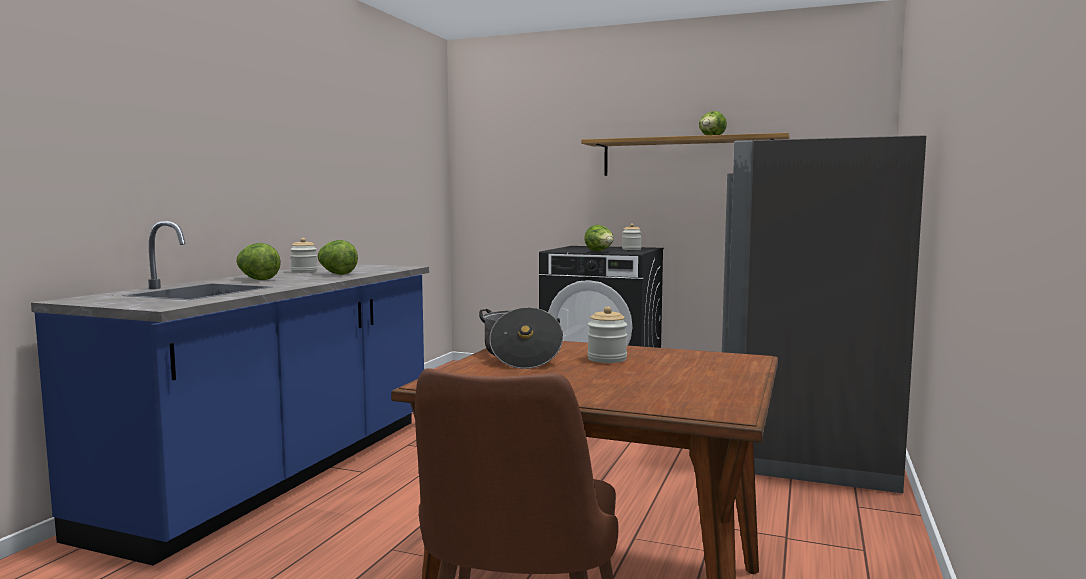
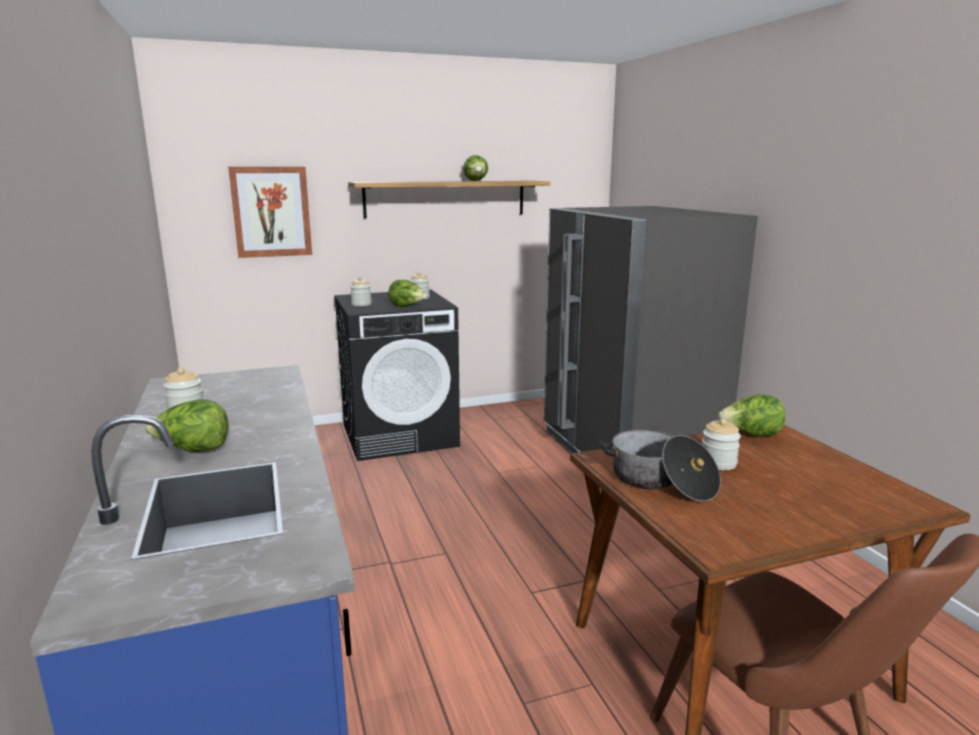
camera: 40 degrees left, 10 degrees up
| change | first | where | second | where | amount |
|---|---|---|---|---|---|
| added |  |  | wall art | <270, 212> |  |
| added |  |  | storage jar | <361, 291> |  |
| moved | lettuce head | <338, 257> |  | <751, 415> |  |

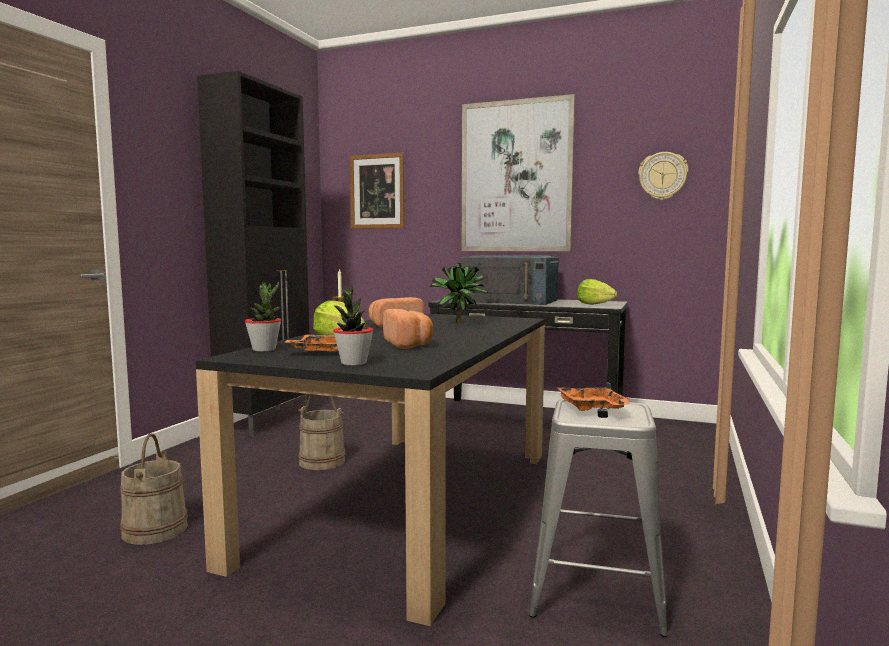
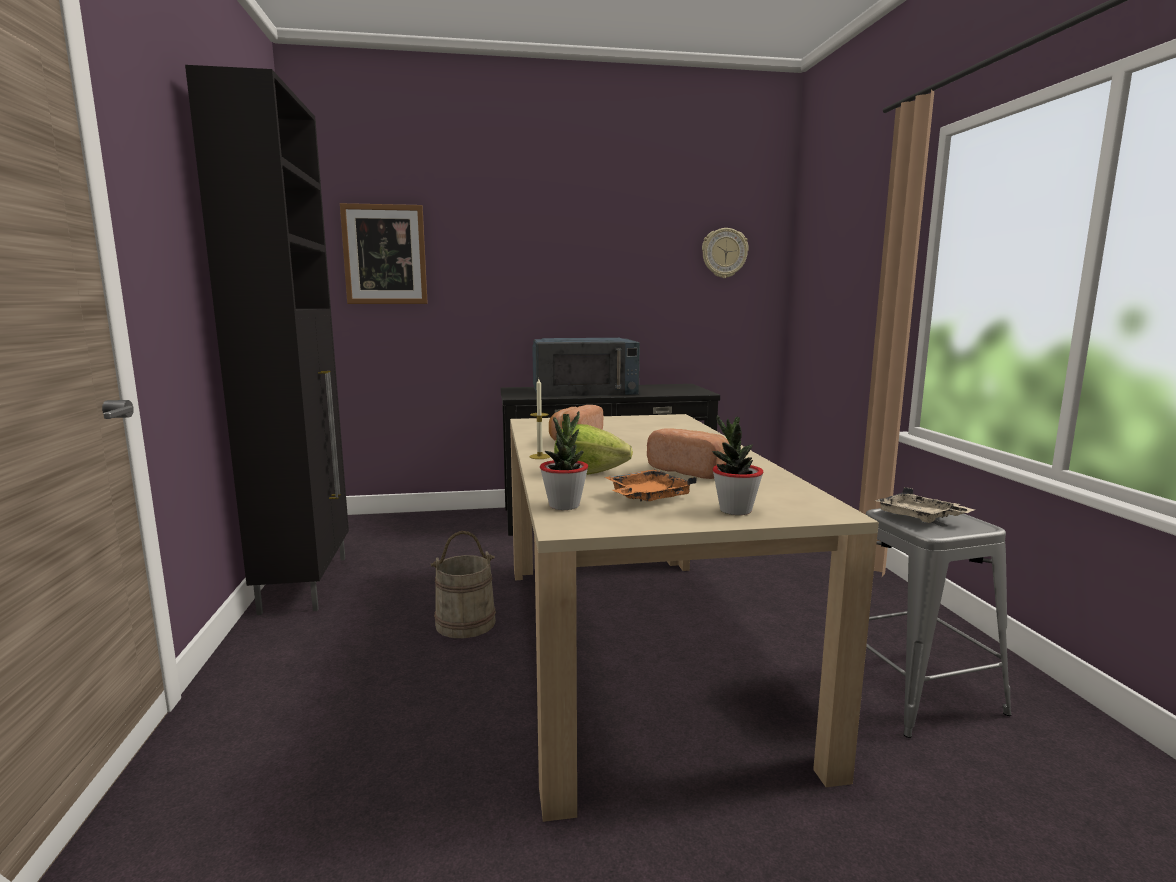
camera: 30 degrees left, 5 degrees up
| change | first | where | second | where | amount |
|---|---|---|---|---|---|
| recoloured | kitchen table in black | <370, 470> | kitchen table in beige | <694, 618> |  |
| recoloured | tray in orangey | <593, 396> | tray in beige | <925, 505> |  |
| removed | pail in beige | <154, 489> |  |  |  |
| removed | houseplant | <458, 293> |  |  |  |
| removed | wall art | <518, 172> |  |  |  |
| removed | lettuce head | <597, 292> |  |  |  |

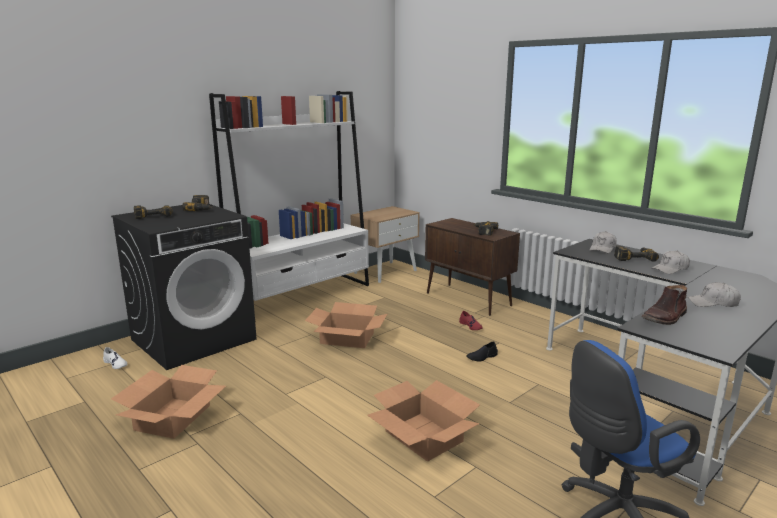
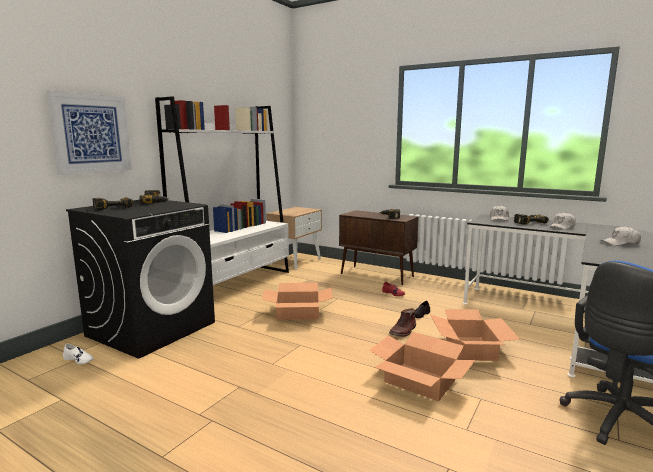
camera: 15 degrees left, 5 degrees down
| change | first | where | second | where | amount |
|---|---|---|---|---|---|
| added |  |  | wall art | <89, 132> |  |
| moved | tall boot in brown-coloured | <664, 305> |  | <402, 322> |  |
| moved | carton | <168, 402> |  | <475, 335> |  |

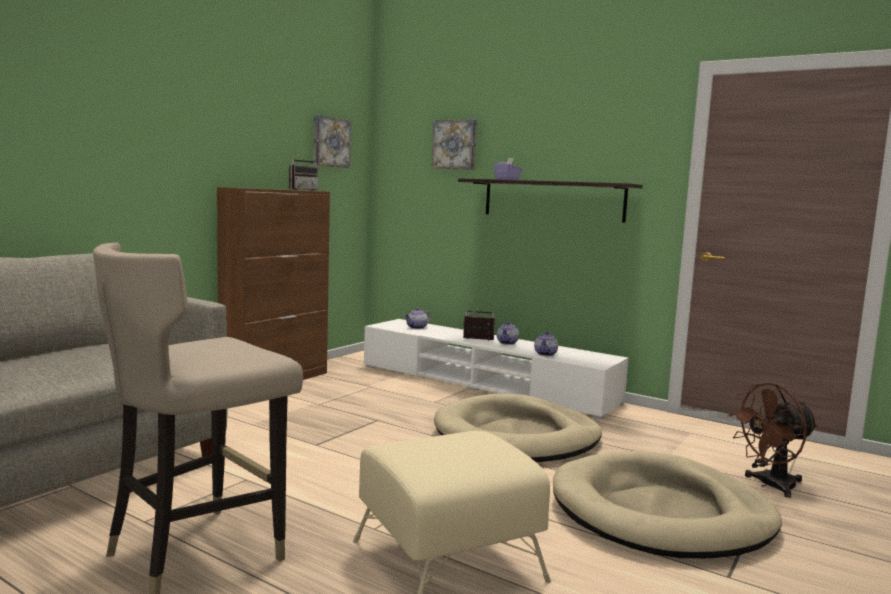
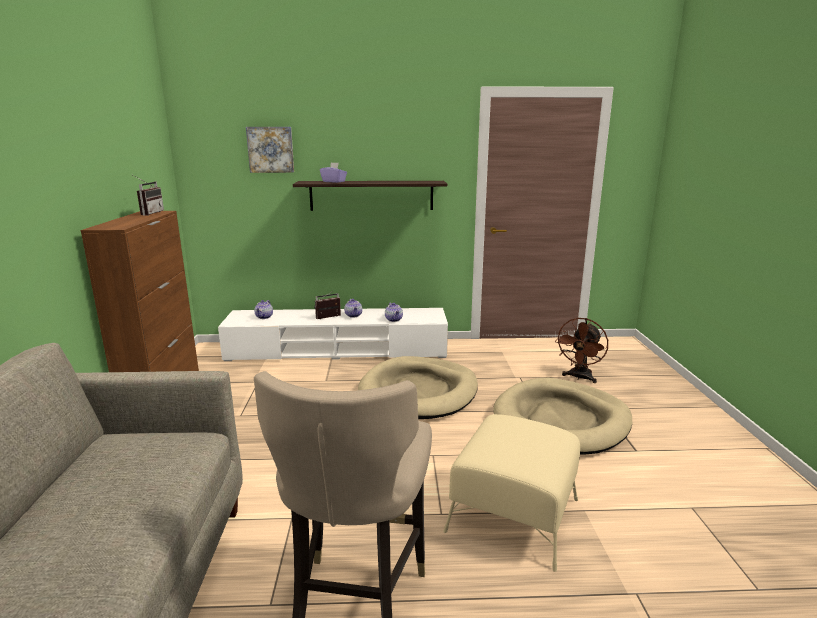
camera: 35 degrees left, 10 degrees up
| change | first | where | second | where | amount |
|---|---|---|---|---|---|
| removed | wall art | <332, 141> |  |  |  |

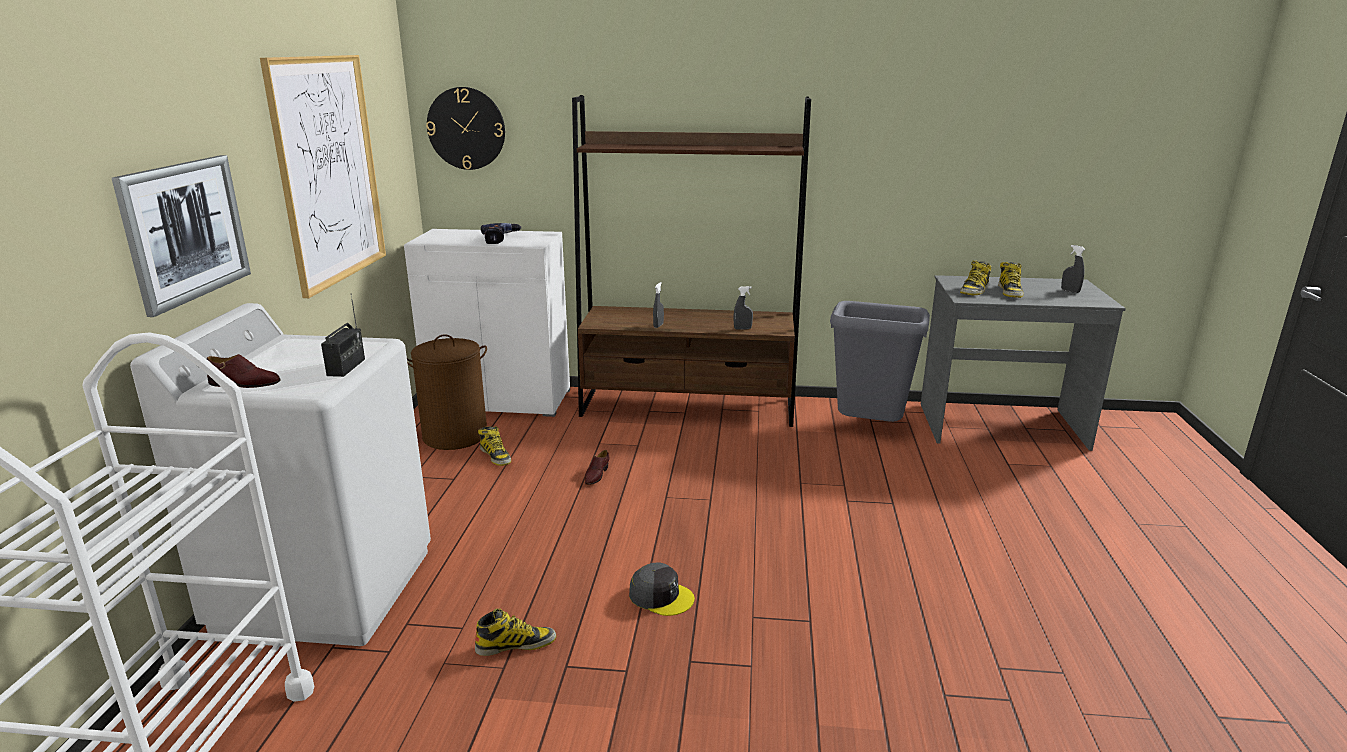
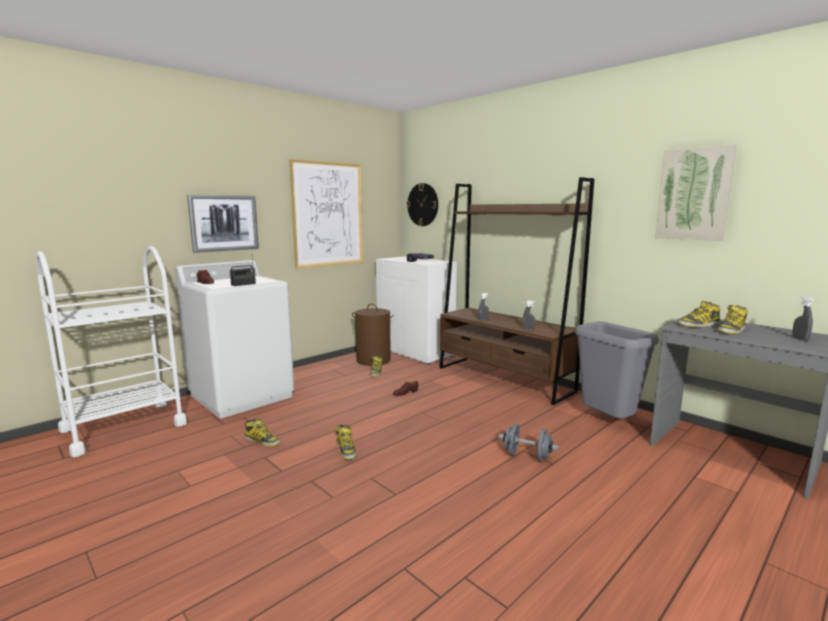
camera: 40 degrees right, 10 degrees down
| change | first | where | second | where | amount |
|---|---|---|---|---|---|
| replaced | cap in greyish | <662, 589> | tall boot | <346, 442> |  |
| added |  |  | free weight in greyish | <529, 442> |  |
| added |  |  | wall art | <696, 192> |  |

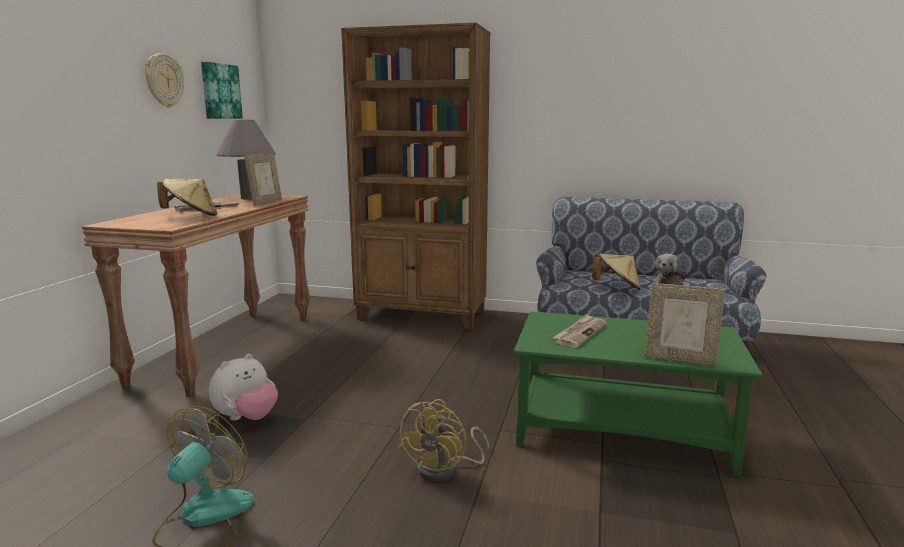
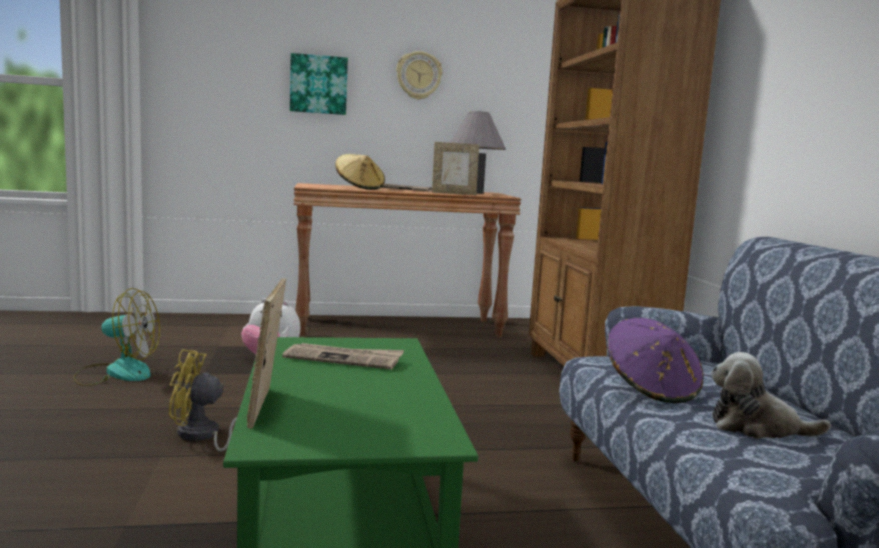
camera: 65 degrees right, 5 degrees down
| change | first | where | second | where | amount |
|---|---|---|---|---|---|
| moved | wall art | <222, 90> |  | <319, 84> |  |
| recoloured | wearable hat in beige | <616, 271> | wearable hat in purple | <656, 360> |  |

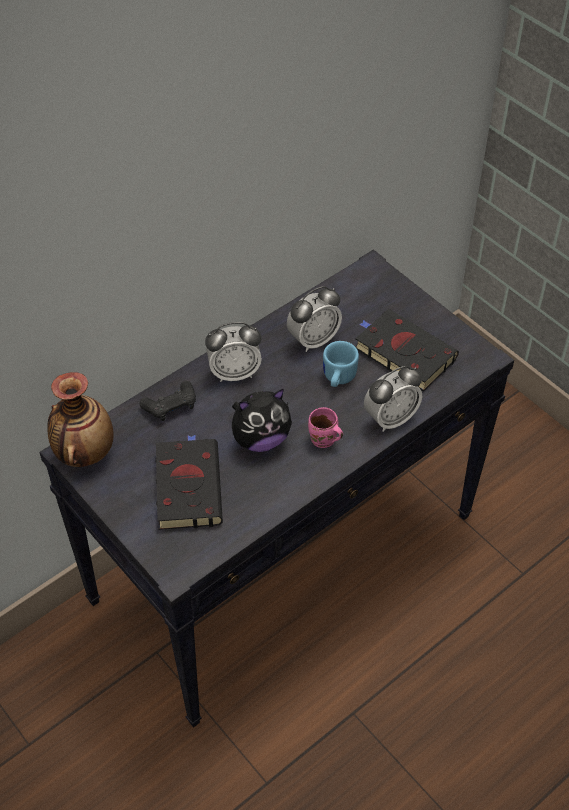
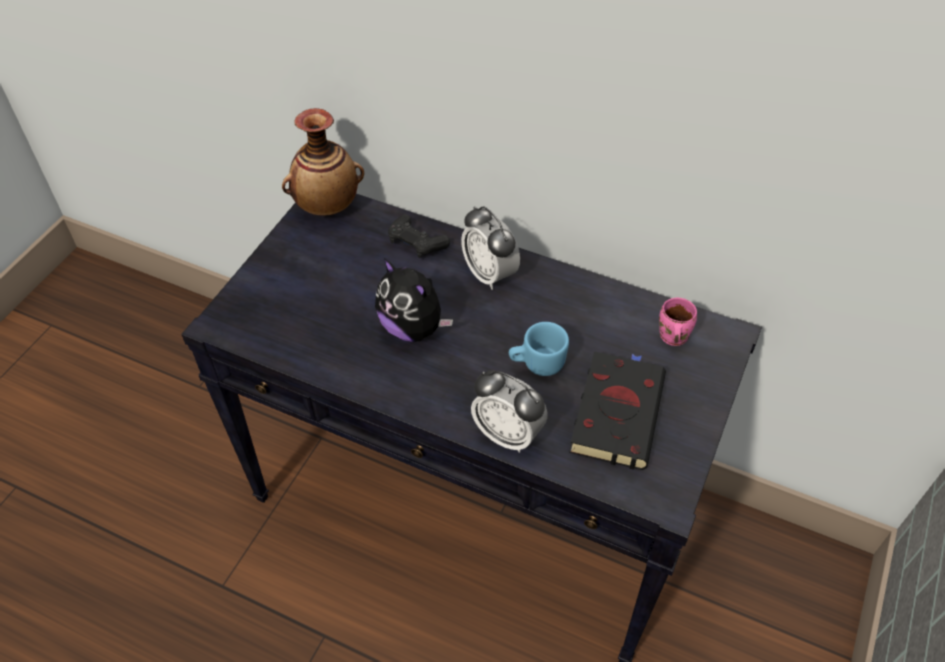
camera: 65 degrees right, 0 degrees up
| change | first | where | second | where | amount |
|---|---|---|---|---|---|
| moved | tea mug in pink-coloured | <325, 427> |  | <678, 322> |  |
| removed | volume in black | <189, 482> |  |  |  |
| removed | alarm clock | <314, 319> |  |  |  |

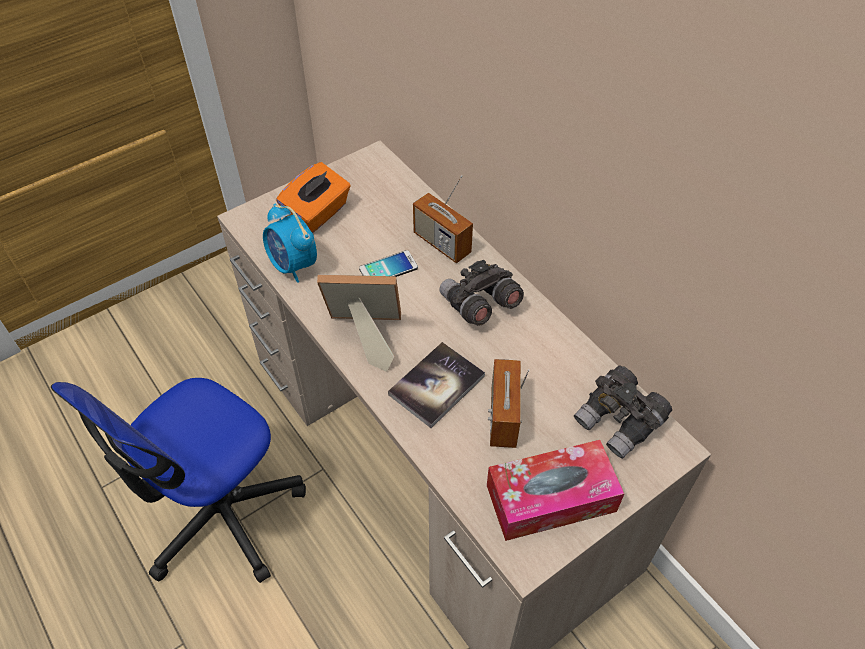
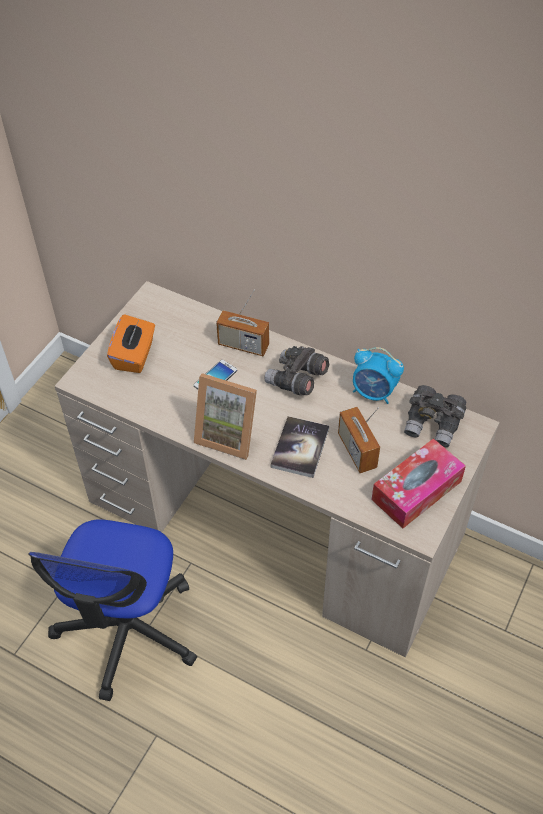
camera: 25 degrees left, 0 degrees up
| change | first | where | second | where | amount |
|---|---|---|---|---|---|
| turned | standing frame | <359, 323> |  | <225, 416> | 135 degrees counterclockwise |
| moved | alarm clock | <290, 243> |  | <378, 375> |  |

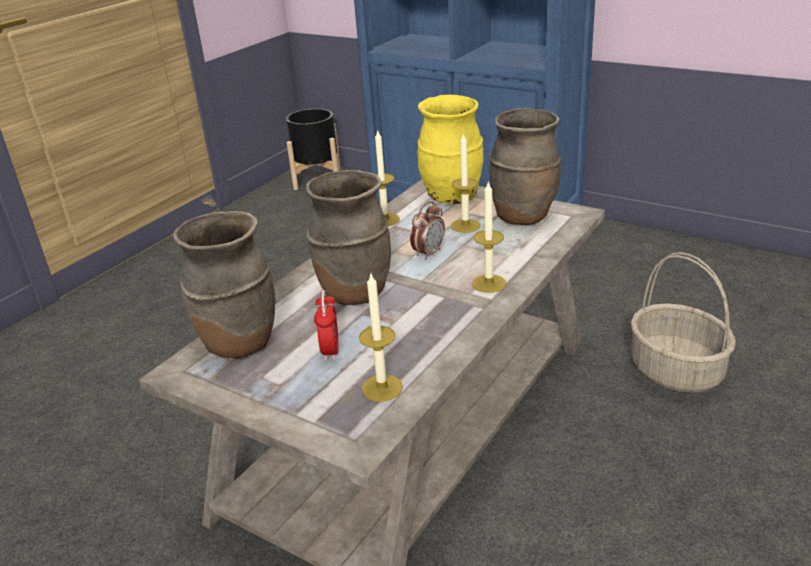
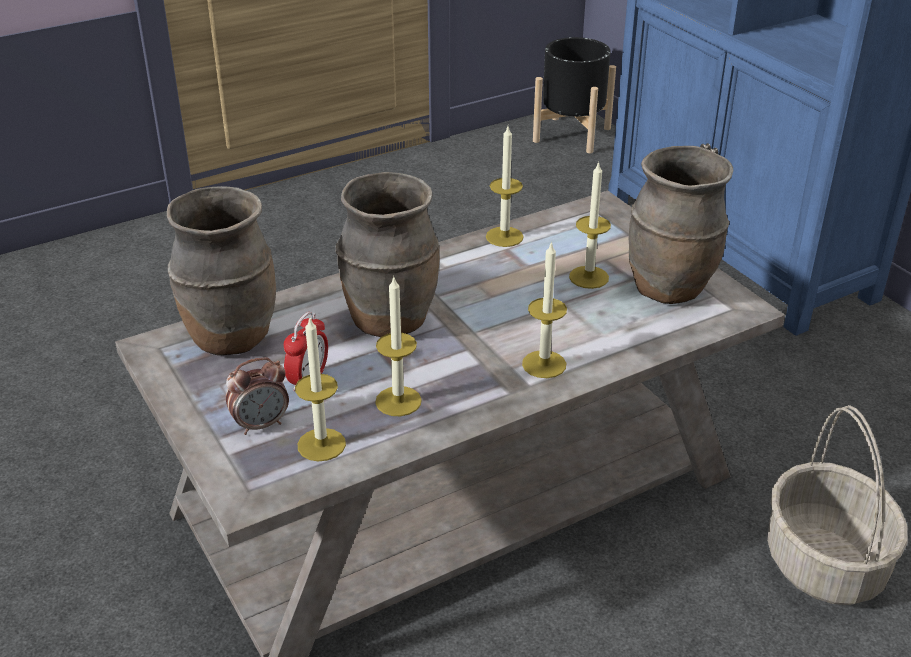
camera: 25 degrees right, 5 degrees up
| change | first | where | second | where | amount |
|---|---|---|---|---|---|
| moved | alarm clock | <427, 230> |  | <257, 396> |  |
| added |  |  | wax candle | <398, 346> |  |
| removed | flower vase in yellowish | <450, 149> |  |  |  |

